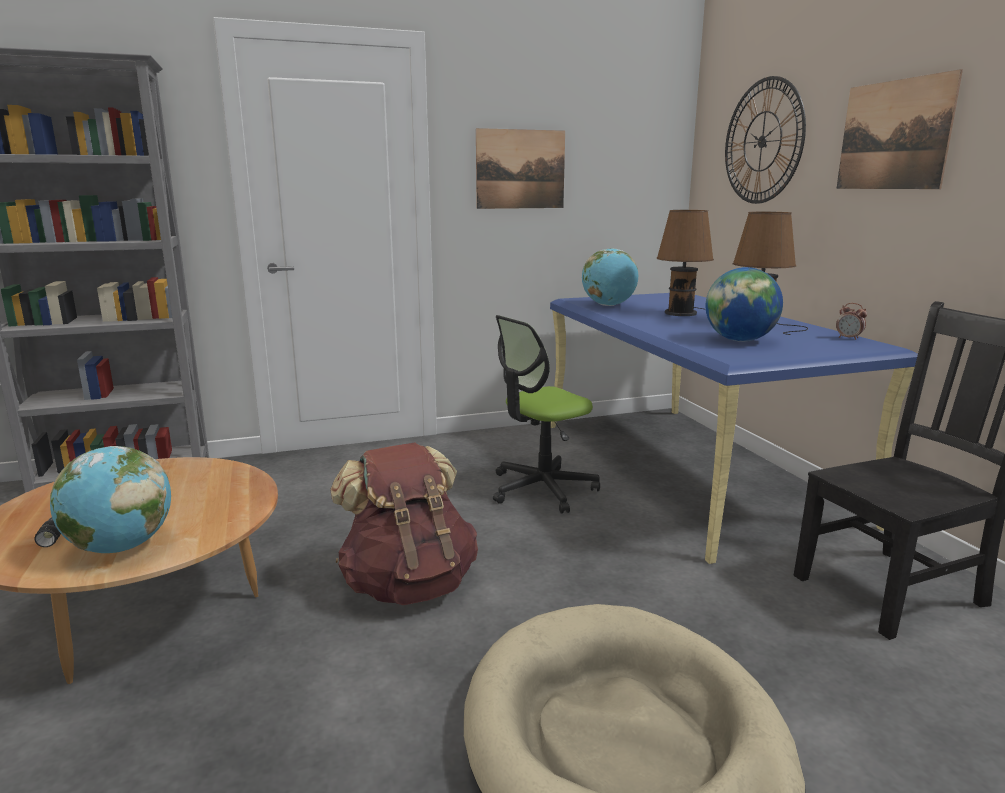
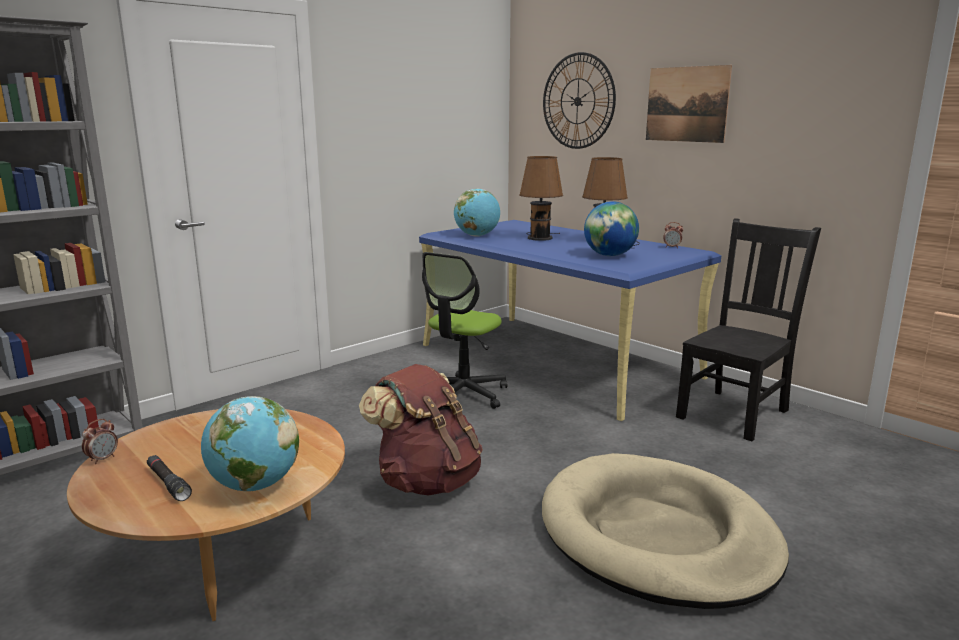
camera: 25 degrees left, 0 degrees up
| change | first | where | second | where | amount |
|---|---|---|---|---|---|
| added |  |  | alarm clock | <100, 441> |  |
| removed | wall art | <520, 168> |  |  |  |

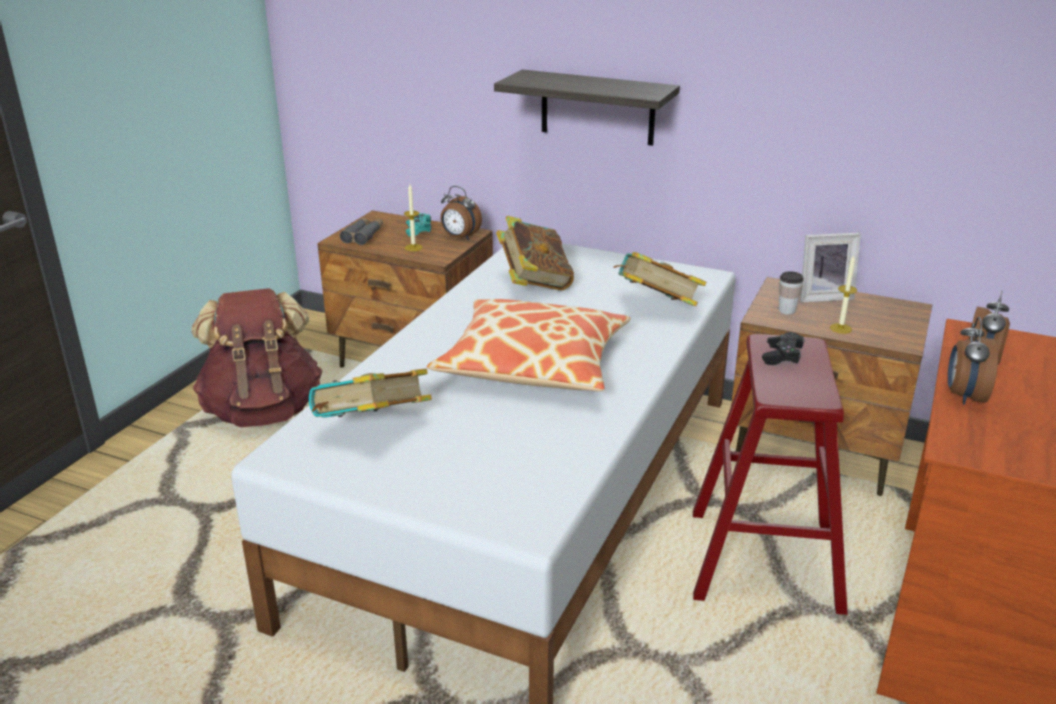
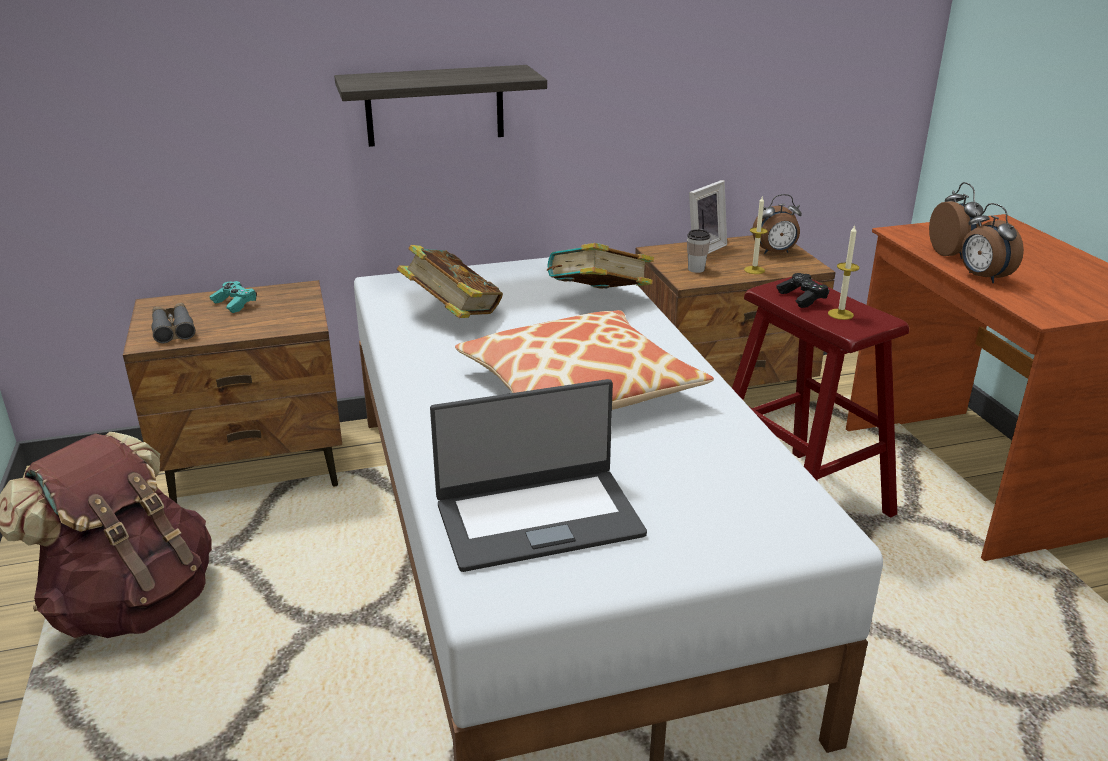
camera: 40 degrees left, 0 degrees up
| change | first | where | second | where | amount |
|---|---|---|---|---|---|
| replaced | volume | <370, 393> | portable computer | <538, 475> |  |
| moved | alarm clock | <461, 213> |  | <777, 224> |  |
| moved | wax candle | <413, 217> |  | <843, 272> |  |

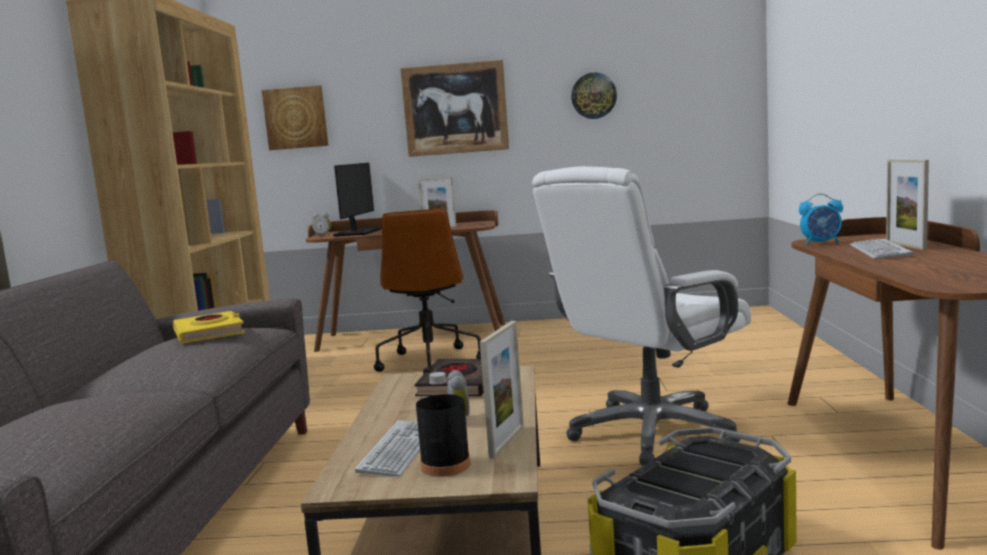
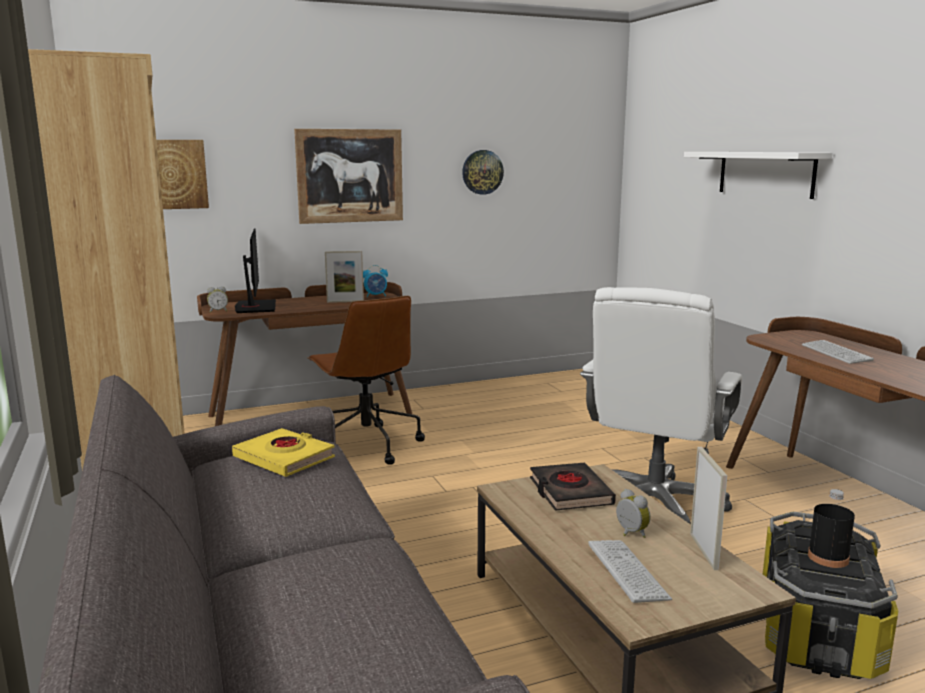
camera: 25 degrees left, 5 degrees up
| change | first | where | second | where | amount |
|---|---|---|---|---|---|
| moved | alarm clock | <821, 219> |  | <375, 281> |  |
| added |  |  | bracket shelf in white | <758, 175> |  |
| moved | beverage bottle in black | <443, 424> |  | <831, 528> |  |
| removed | standing frame | <907, 204> |  |  |  |

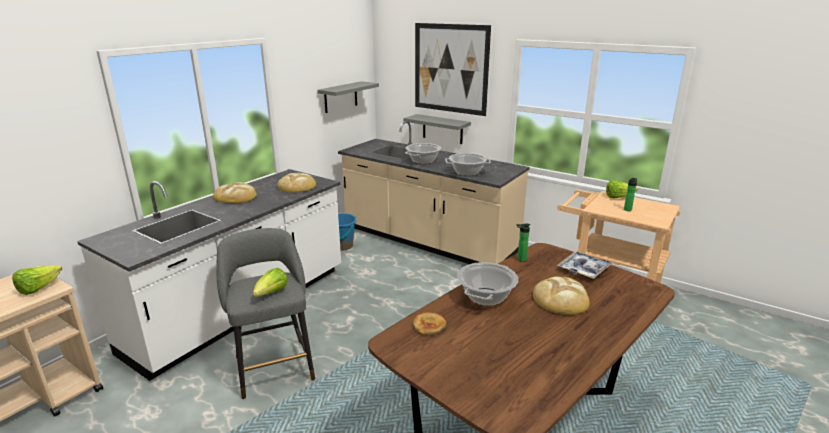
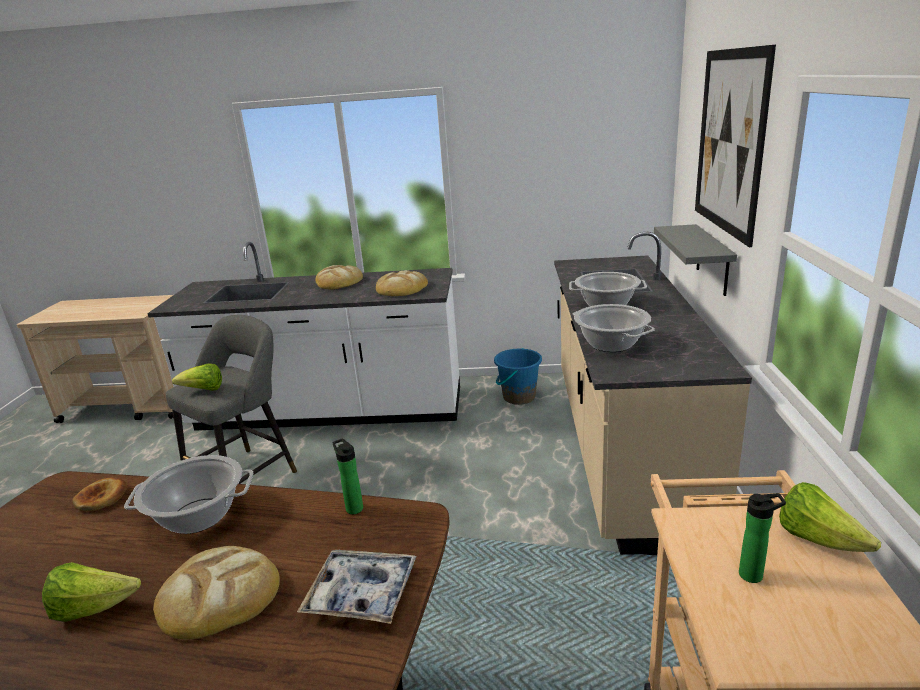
camera: 60 degrees right, 0 degrees up
| change | first | where | second | where | amount |
|---|---|---|---|---|---|
| moved | lettuce head | <37, 280> |  | <91, 592> |  |
| removed | bracket shelf in greyish | <348, 97> |  |  |  |

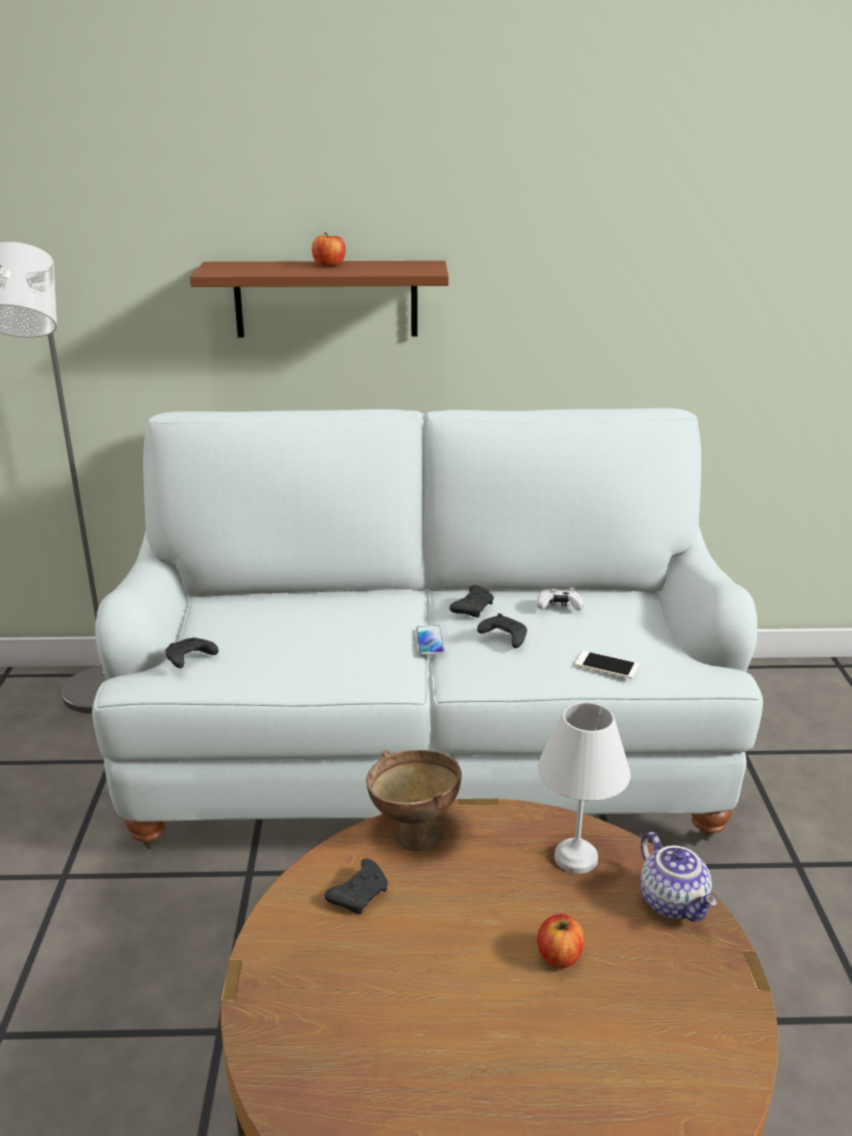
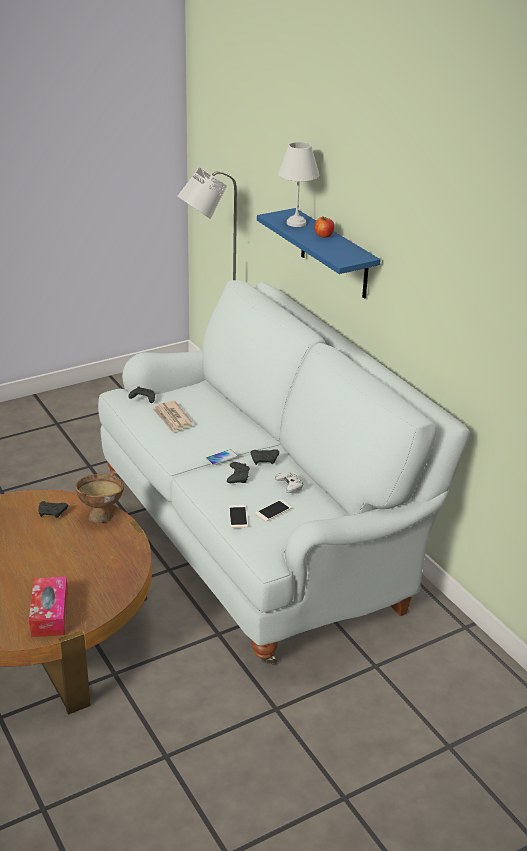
camera: 60 degrees right, 5 degrees up
| change | first | where | second | where | amount |
|---|---|---|---|---|---|
| added |  |  | tissue holder | <48, 607> |  |
| added |  |  | newspaper | <173, 417> |  |
| added |  |  | phone | <273, 510> |  |
| recoloured | bracket shelf in brown-coloured | <319, 299> | bracket shelf in blue-coloured | <319, 253> |  |
| moved | lamp for a table in white | <584, 787> |  | <298, 184> |  |
| removed | apple | <560, 941> |  |  |  |
| removed | pot for tea | <678, 877> |  |  |  |

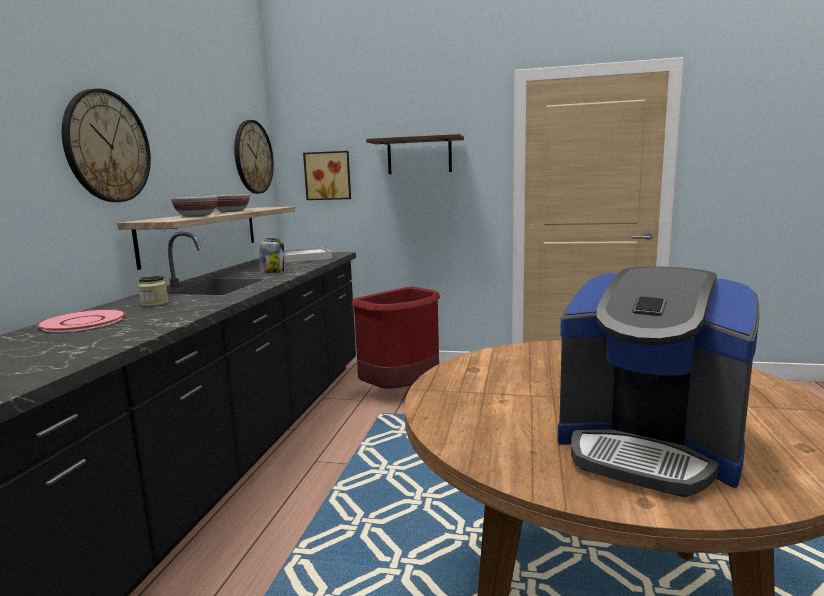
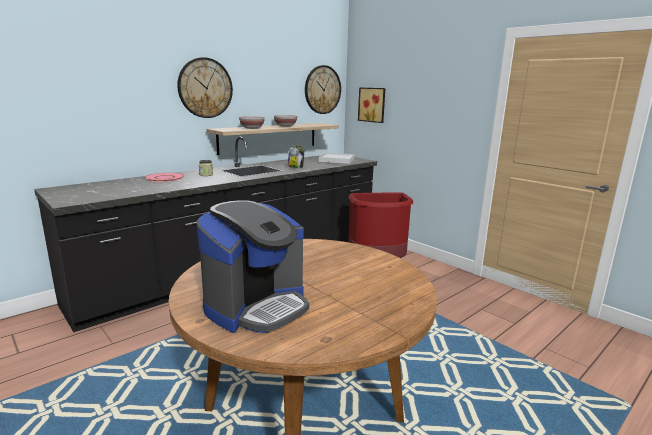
camera: 35 degrees right, 5 degrees up
| change | first | where | second | where | amount |
|---|---|---|---|---|---|
| turned | coffee machine | <659, 381> |  | <253, 266> | 120 degrees counterclockwise |
| removed | bracket shelf | <415, 154> |  |  |  |

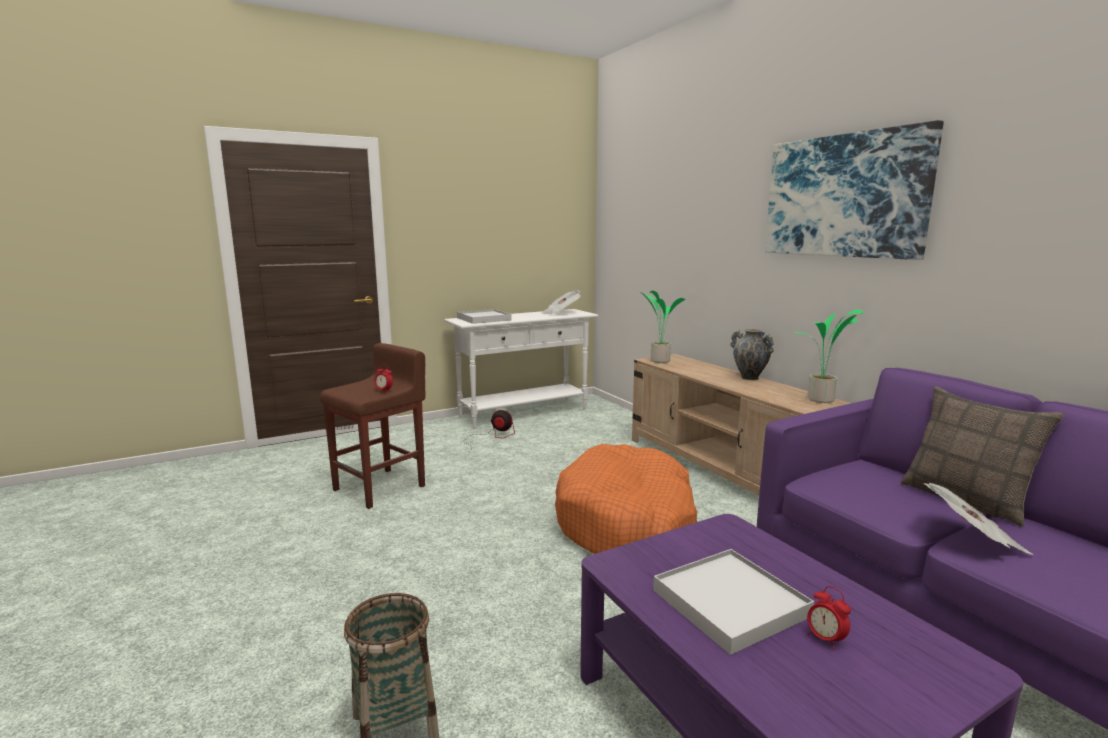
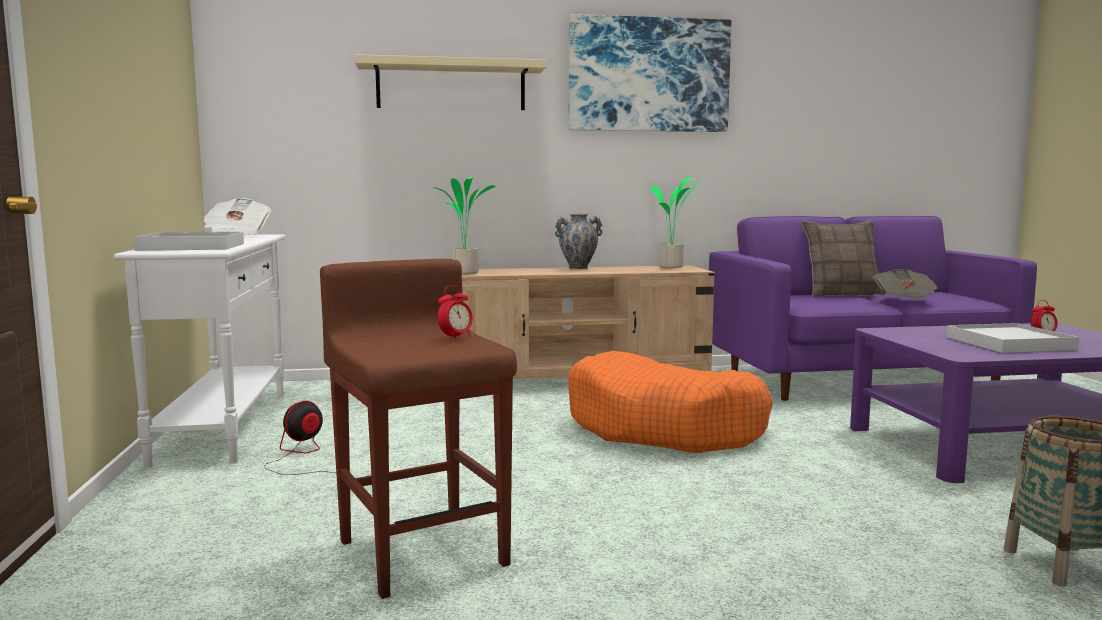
camera: 70 degrees left, 5 degrees down
| change | first | where | second | where | amount |
|---|---|---|---|---|---|
| added |  |  | bracket shelf in beige | <450, 82> |  |

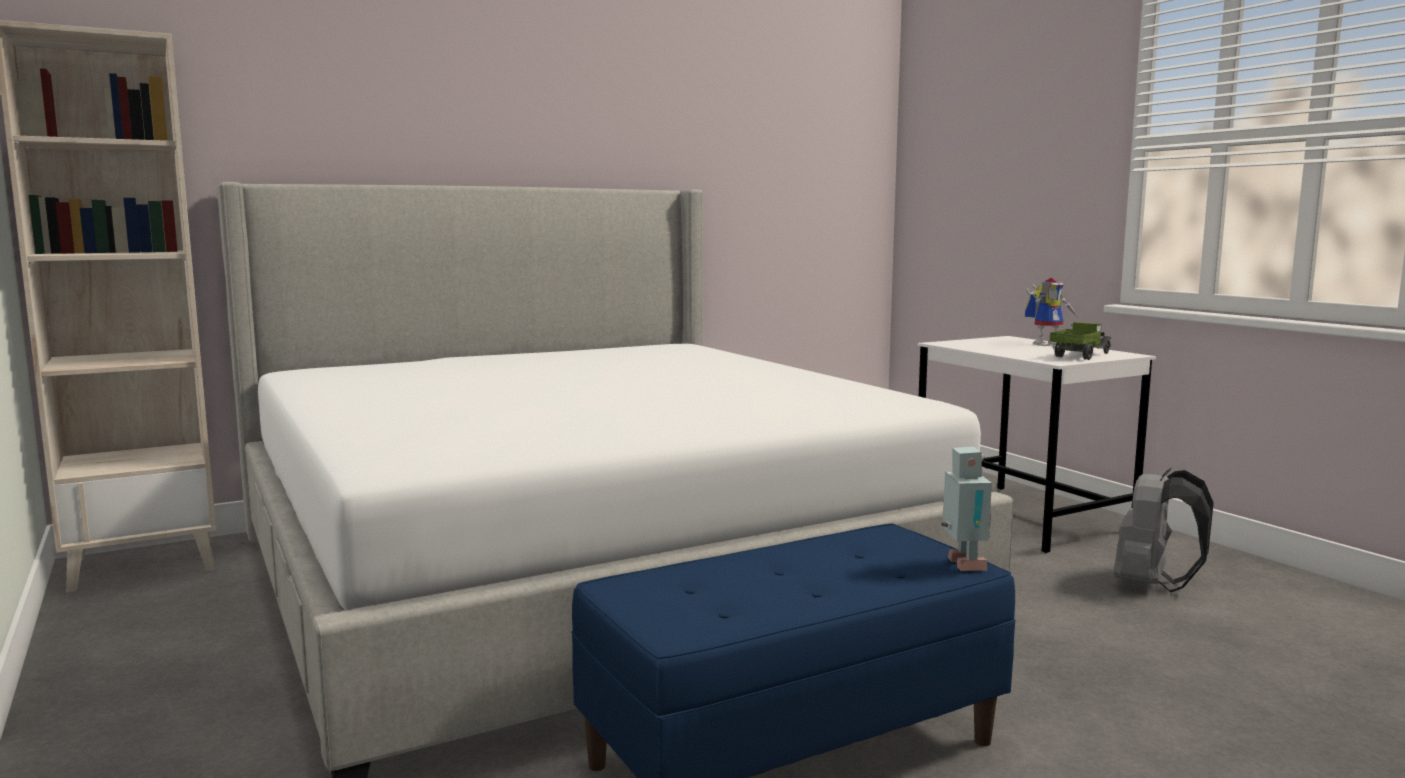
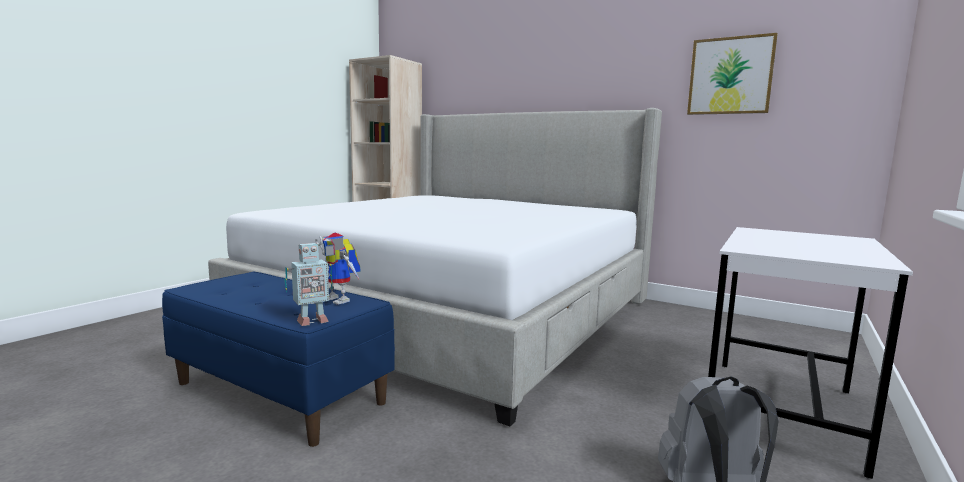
camera: 60 degrees right, 0 degrees up
| change | first | where | second | where | amount |
|---|---|---|---|---|---|
| moved | robot figure | <1051, 312> |  | <337, 269> |  |
| added |  |  | wall art | <732, 74> |  |
| removed | toy truck | <1080, 341> |  |  |  |

